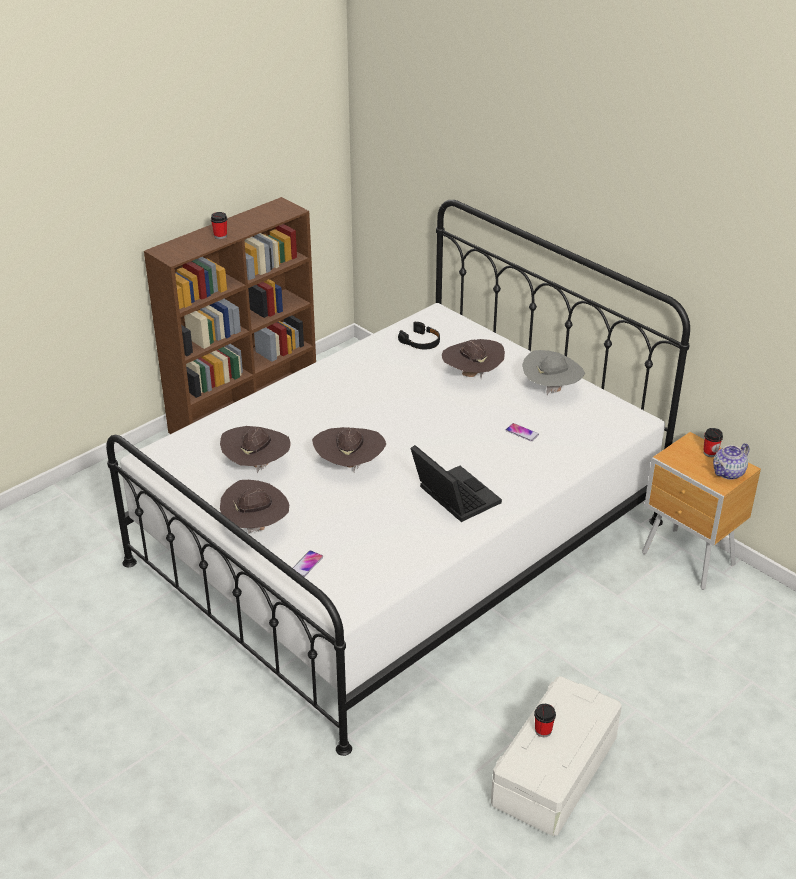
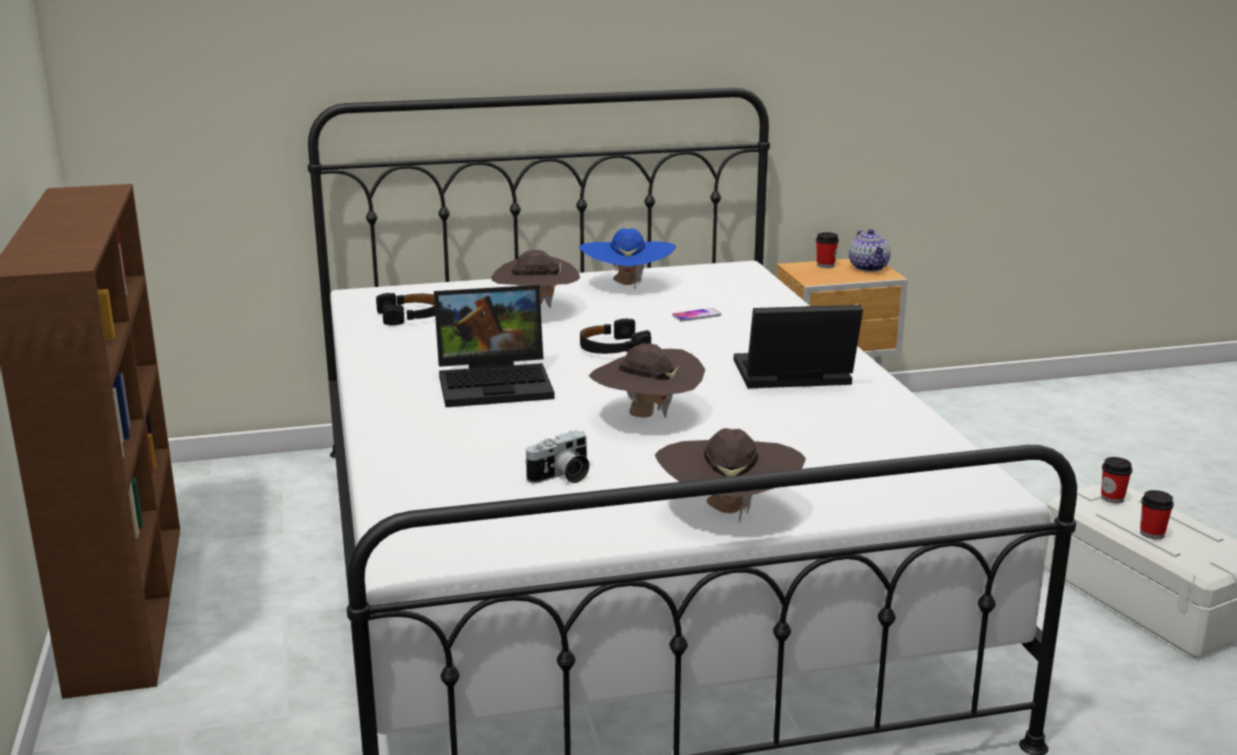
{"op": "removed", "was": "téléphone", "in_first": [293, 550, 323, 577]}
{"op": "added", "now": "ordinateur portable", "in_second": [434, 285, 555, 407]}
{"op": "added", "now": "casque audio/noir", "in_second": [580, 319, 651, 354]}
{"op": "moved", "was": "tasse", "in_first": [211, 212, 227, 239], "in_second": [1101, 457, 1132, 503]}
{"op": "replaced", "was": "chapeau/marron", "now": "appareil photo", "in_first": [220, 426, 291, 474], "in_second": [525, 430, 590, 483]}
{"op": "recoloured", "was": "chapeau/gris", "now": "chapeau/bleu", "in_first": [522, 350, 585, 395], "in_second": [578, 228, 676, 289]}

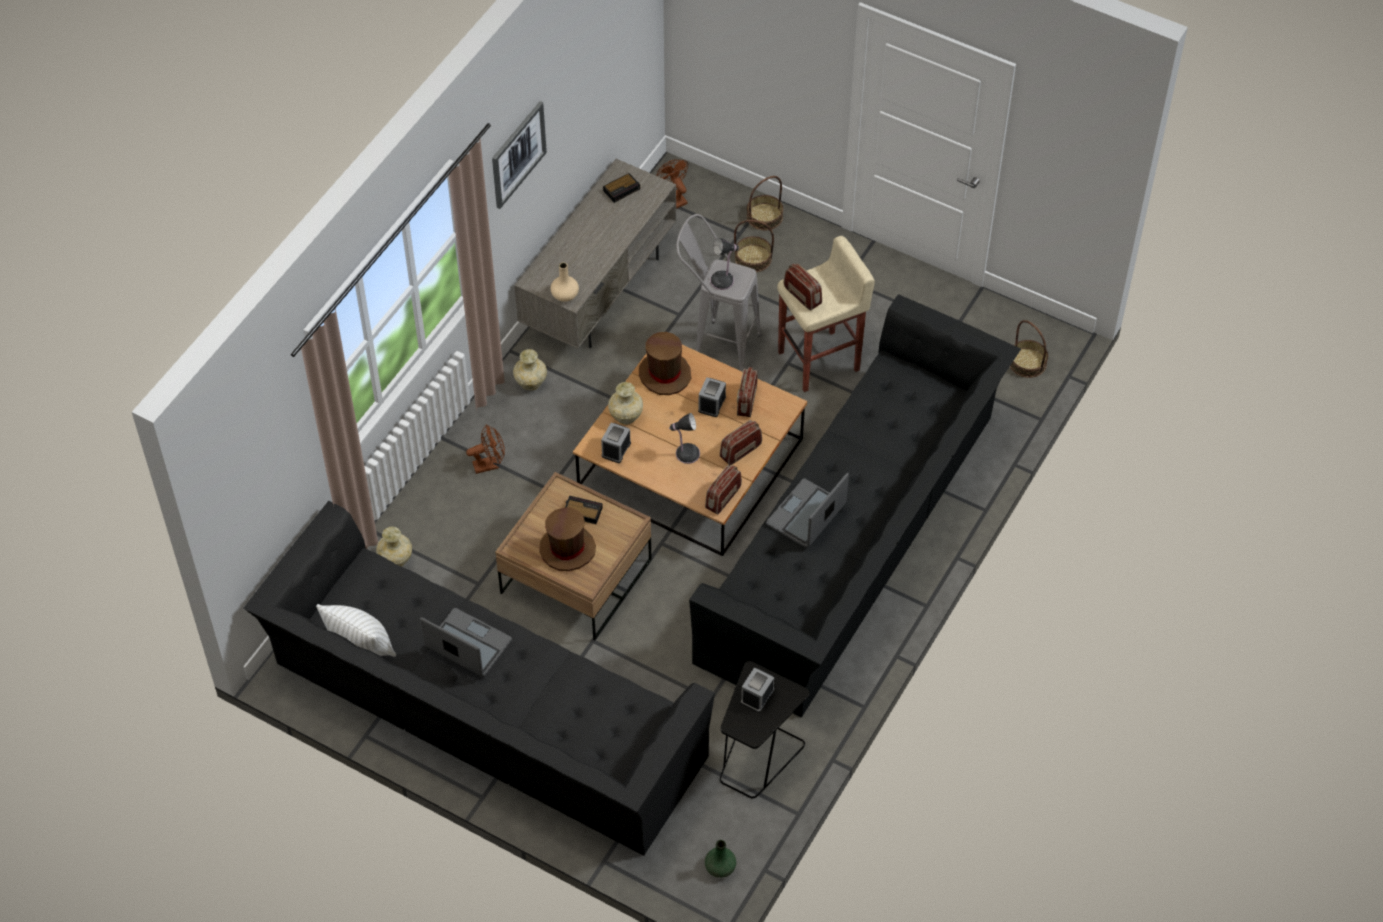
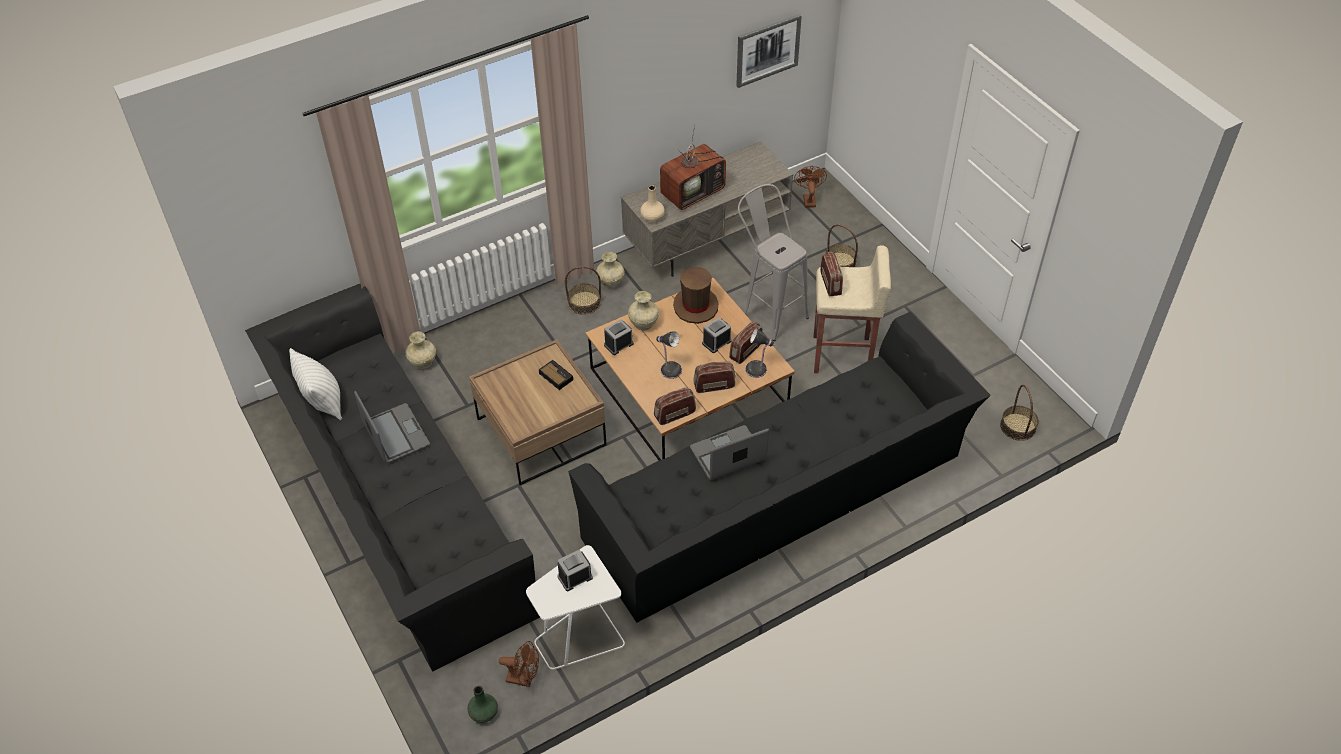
{"op": "removed", "was": "chapeau/marron", "in_first": [540, 507, 596, 571]}
{"op": "removed", "was": "réveil", "in_first": [603, 173, 640, 203]}
{"op": "added", "now": "téléviseur", "in_second": [660, 126, 726, 210]}
{"op": "moved", "was": "ventilateur/marron", "in_first": [466, 424, 505, 474], "in_second": [499, 641, 539, 687]}
{"op": "moved", "was": "tableau", "in_first": [492, 101, 547, 209], "in_second": [736, 14, 802, 88]}
{"op": "moved", "was": "lampe de table", "in_first": [710, 238, 739, 290], "in_second": [745, 328, 775, 378]}
{"op": "moved", "was": "panier", "in_first": [747, 176, 783, 231], "in_second": [565, 266, 601, 315]}
{"op": "recoloured", "was": "table d'appoint/noir", "now": "table d'appoint/blanc", "in_first": [720, 661, 810, 798], "in_second": [526, 545, 625, 670]}

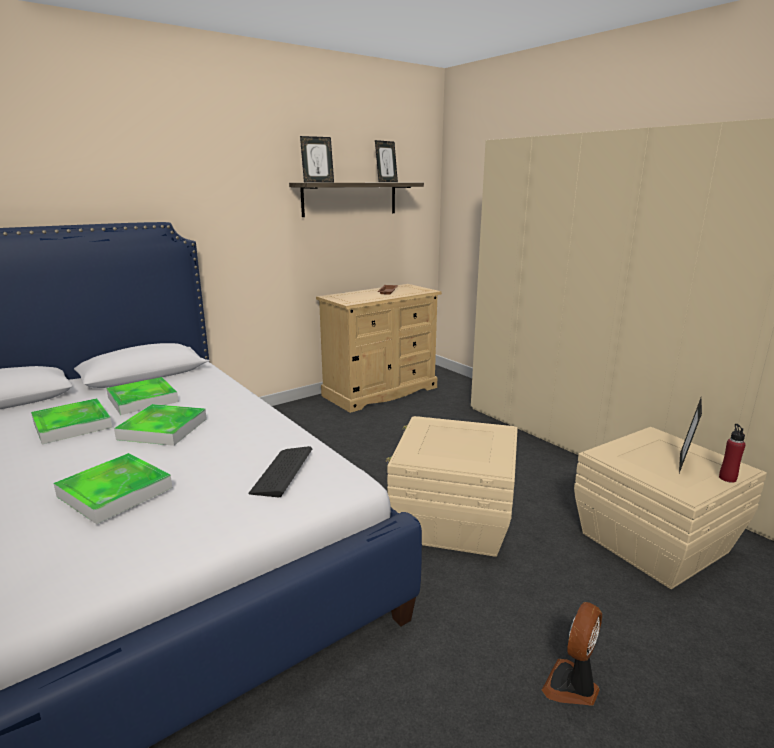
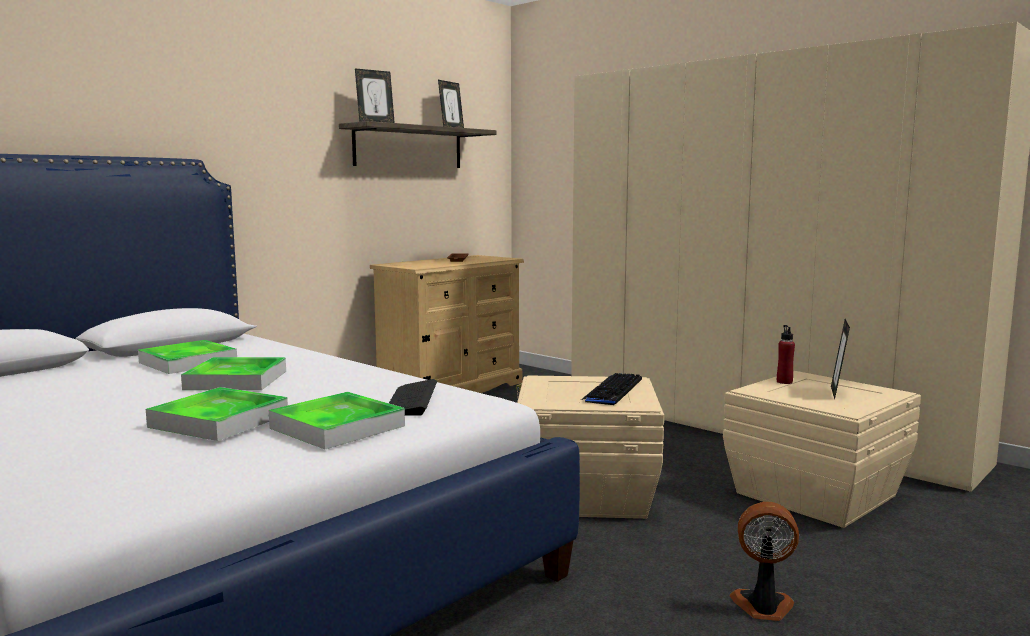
{"op": "added", "now": "clavier", "in_second": [581, 373, 642, 405]}
{"op": "moved", "was": "plateau", "in_first": [31, 398, 112, 445], "in_second": [269, 392, 405, 449]}
{"op": "moved", "was": "bouteille/rouge", "in_first": [719, 424, 746, 483], "in_second": [777, 325, 795, 384]}
{"op": "turned", "was": "ventilateur", "in_first": [542, 602, 602, 706], "in_second": [730, 502, 799, 621], "clockwise": 75}

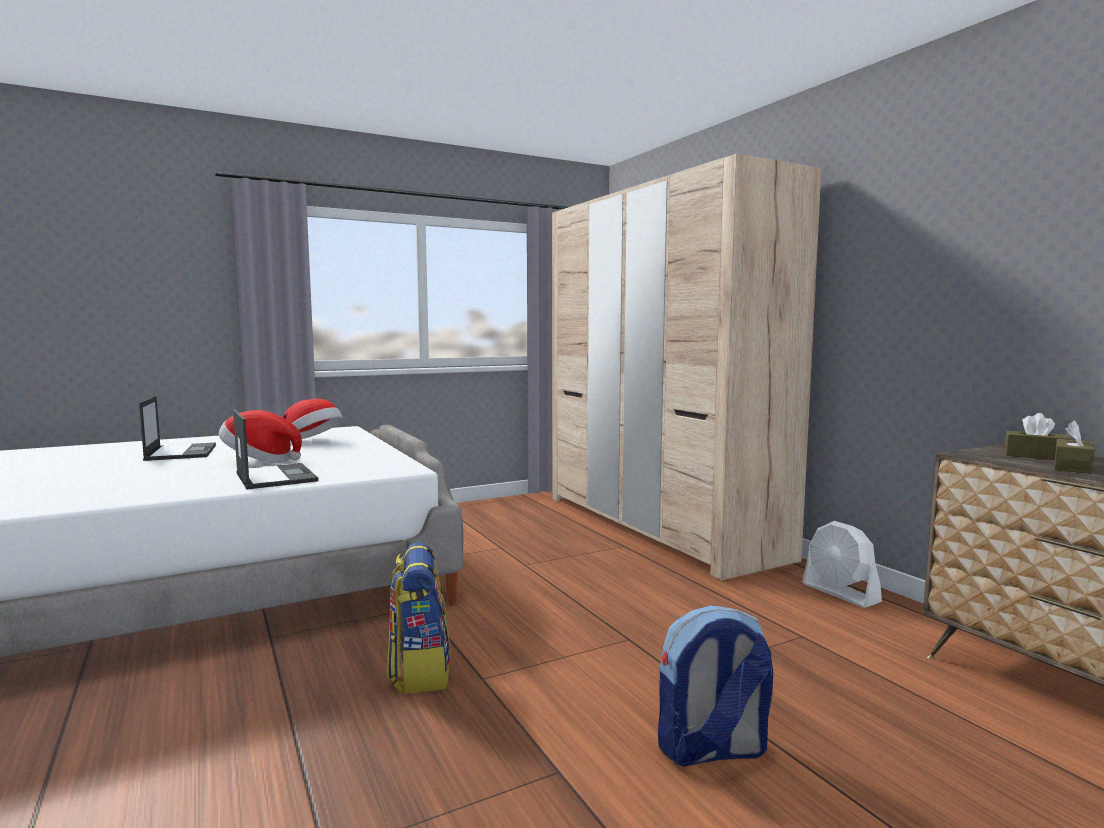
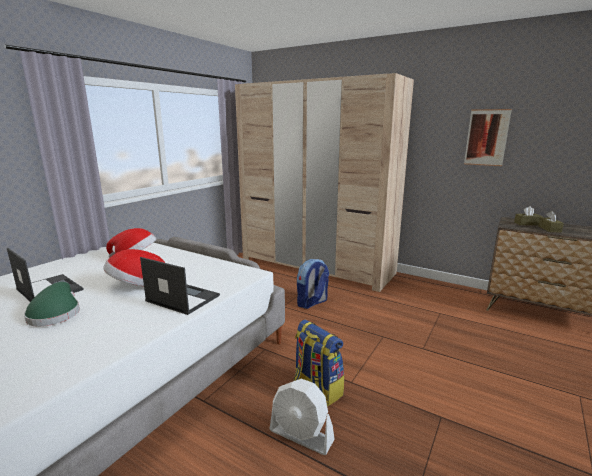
{"op": "added", "now": "chapeau/vert", "in_second": [24, 282, 80, 326]}
{"op": "added", "now": "tableau", "in_second": [464, 109, 512, 166]}
{"op": "moved", "was": "sac à dos", "in_first": [658, 605, 773, 767], "in_second": [297, 259, 329, 309]}
{"op": "moved", "was": "ventilateur/blanc", "in_first": [802, 521, 882, 608], "in_second": [270, 379, 335, 455]}

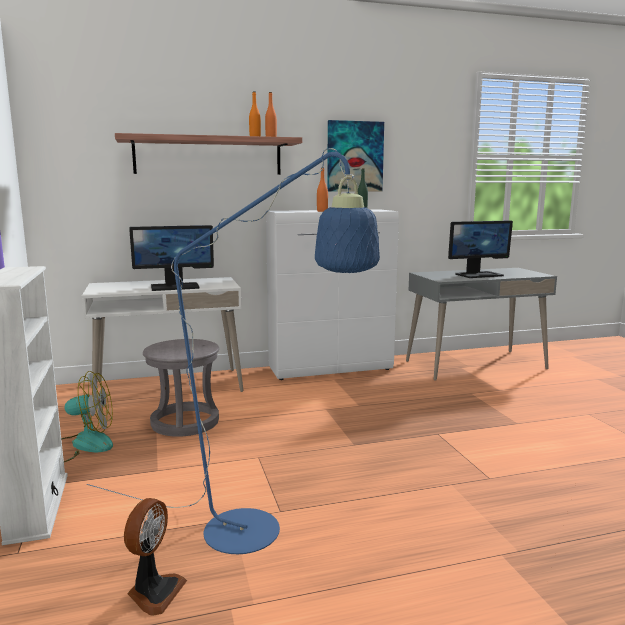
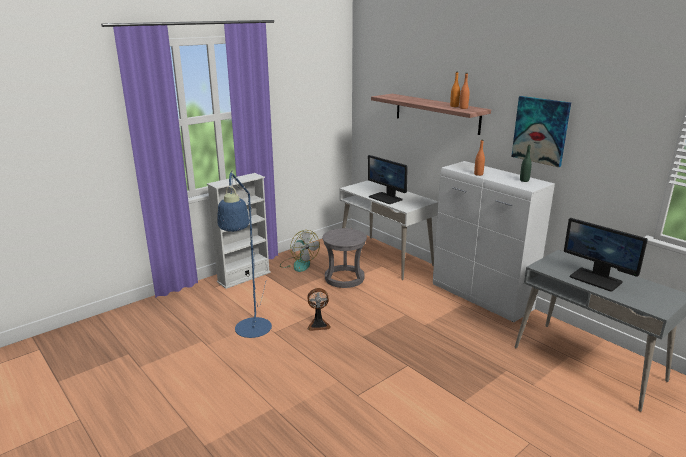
{"op": "moved", "was": "ventilateur", "in_first": [124, 498, 187, 616], "in_second": [307, 288, 331, 331]}

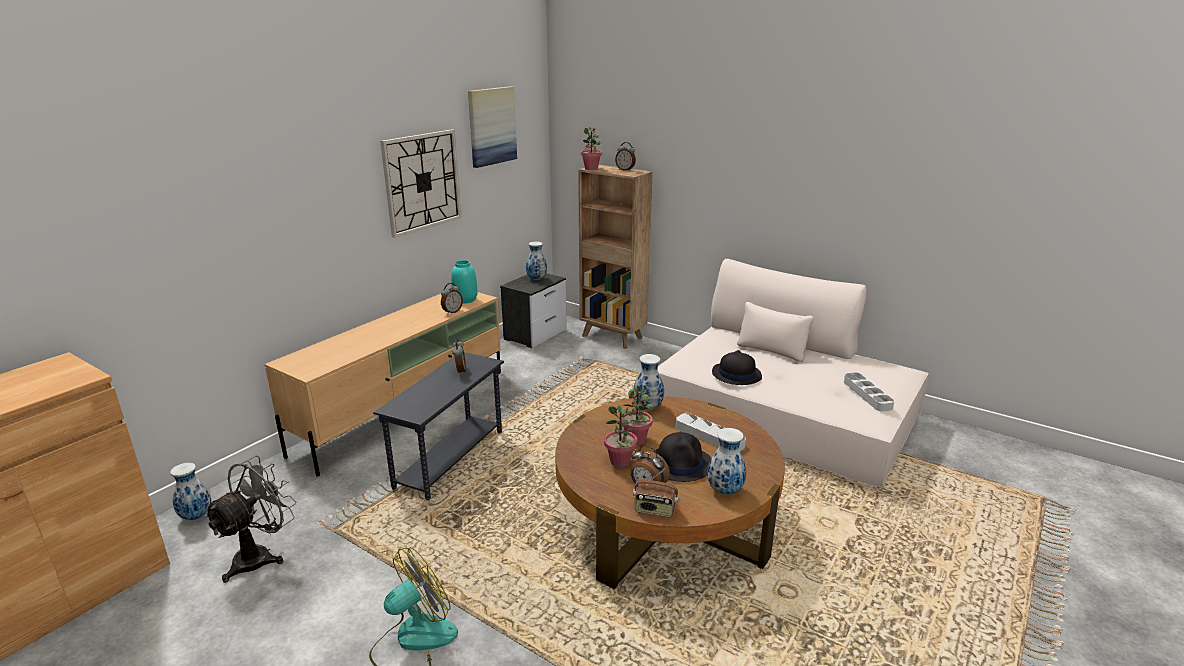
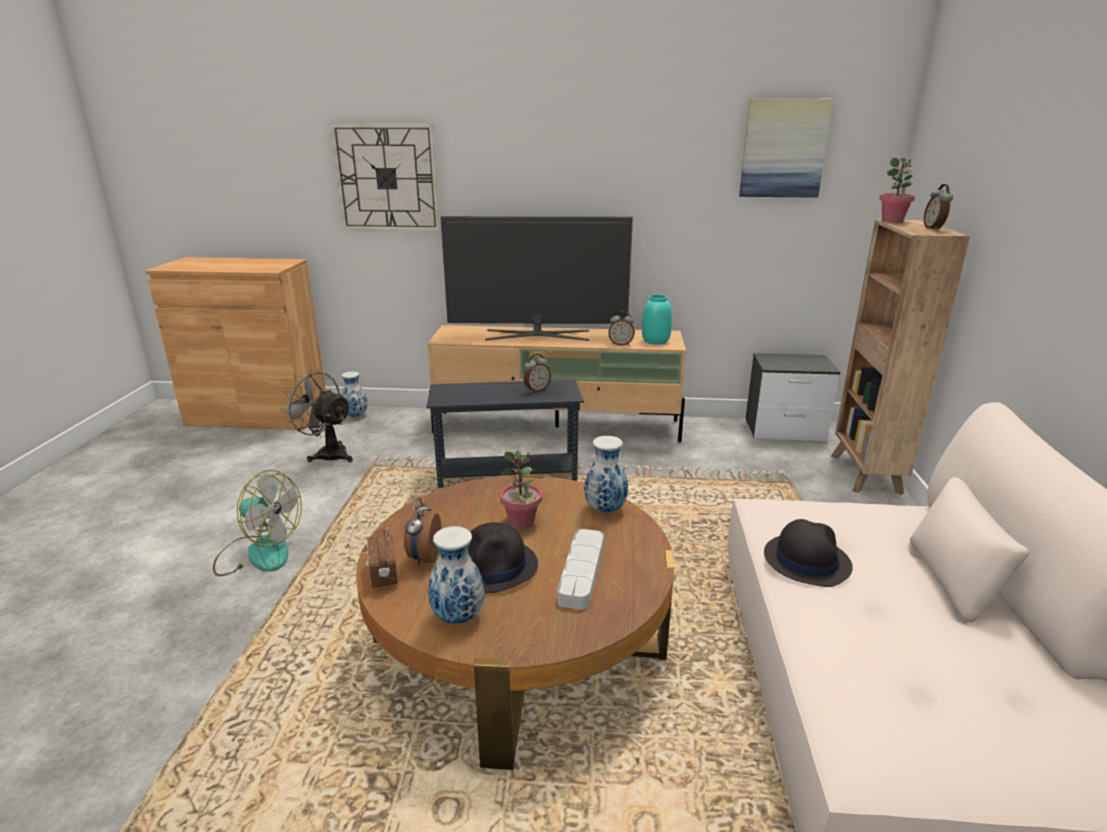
{"op": "removed", "was": "vase", "in_first": [526, 242, 547, 280]}
{"op": "removed", "was": "plante en pot", "in_first": [604, 405, 637, 467]}
{"op": "removed", "was": "plateau/gris", "in_first": [844, 372, 894, 412]}
{"op": "added", "now": "téléviseur", "in_second": [441, 216, 633, 341]}
{"op": "moved", "was": "horloge murale", "in_first": [380, 129, 462, 238], "in_second": [330, 124, 440, 232]}
{"op": "turned", "was": "ventilateur/gris", "in_first": [204, 456, 296, 583], "in_second": [280, 370, 353, 462], "clockwise": -150}

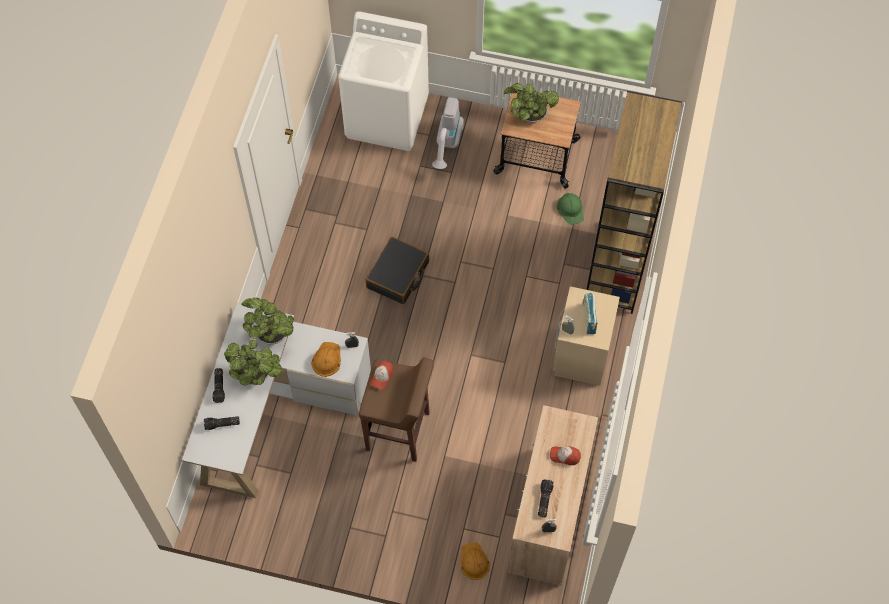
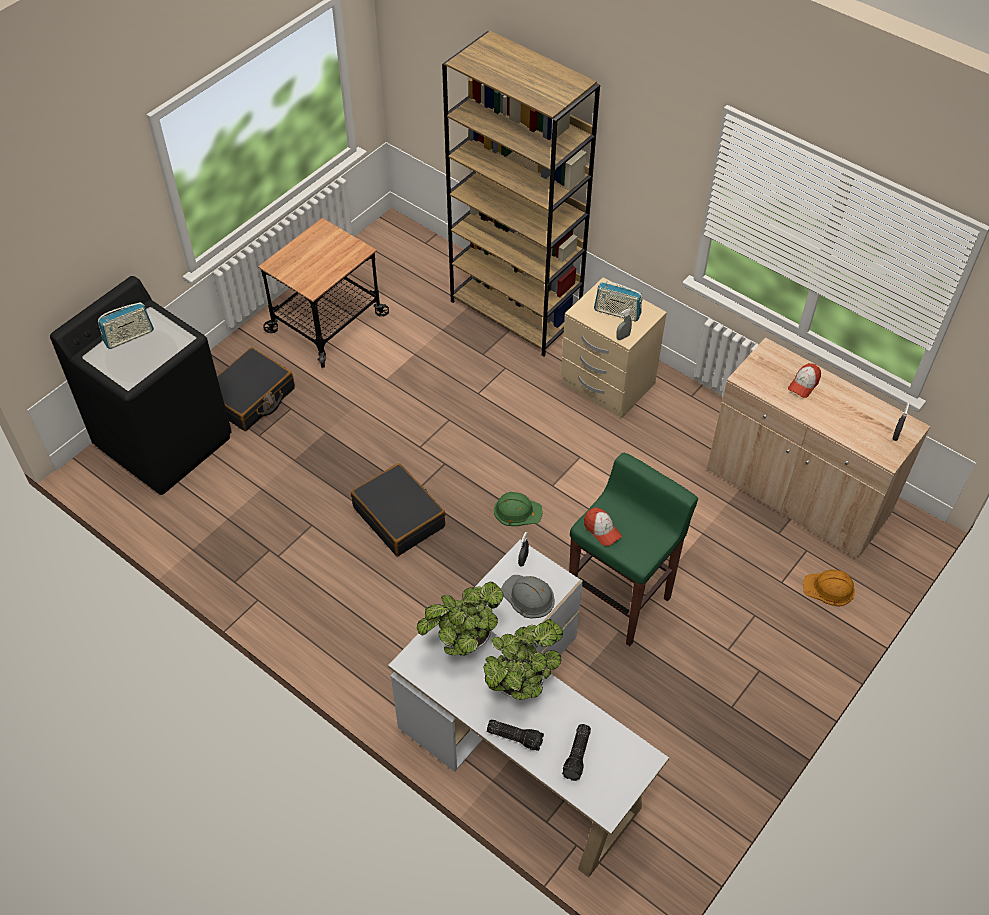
{"op": "removed", "was": "plante en pot", "in_first": [504, 83, 559, 123]}
{"op": "removed", "was": "lampe de poche", "in_first": [538, 479, 554, 517]}
{"op": "added", "now": "radio", "in_second": [98, 302, 154, 349]}
{"op": "moved", "was": "casque de chantier/vert", "in_first": [556, 193, 584, 225], "in_second": [494, 492, 543, 526]}
{"op": "replaced", "was": "aspirateur", "now": "valise/noir", "in_first": [432, 97, 464, 169], "in_second": [217, 348, 295, 431]}
{"op": "recoloured", "was": "casque de chantier/orange", "now": "casque de chantier/gris", "in_first": [311, 342, 341, 377], "in_second": [501, 575, 555, 619]}
{"op": "recoloured", "was": "lave-linge/blanc", "now": "lave-linge/noir", "in_first": [338, 11, 429, 151], "in_second": [50, 276, 231, 495]}
{"op": "recoloured", "was": "tabouret/marron", "now": "tabouret/vert", "in_first": [359, 357, 434, 462], "in_second": [569, 453, 698, 646]}

